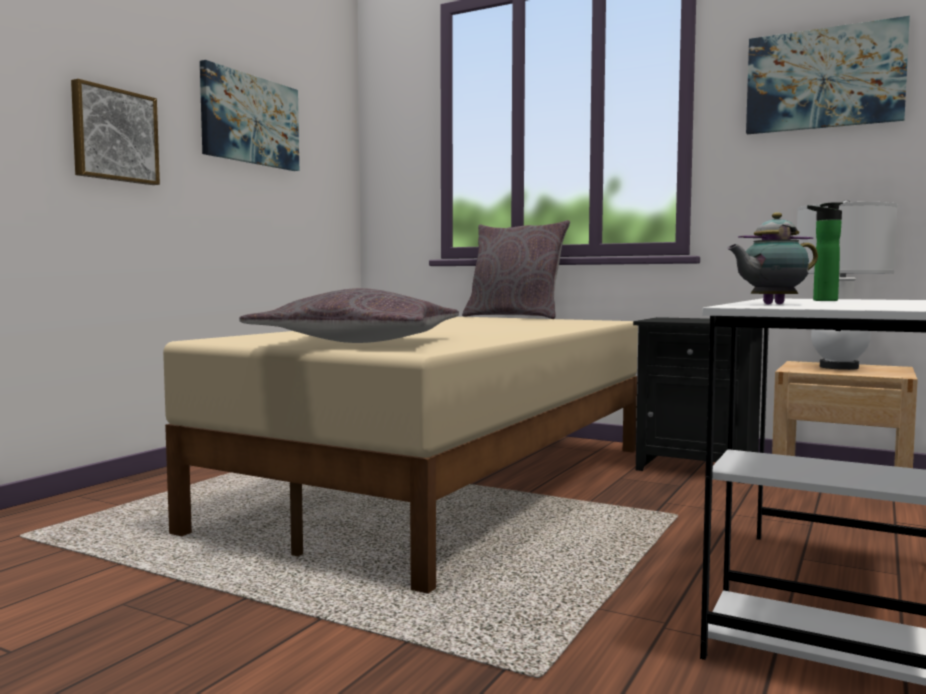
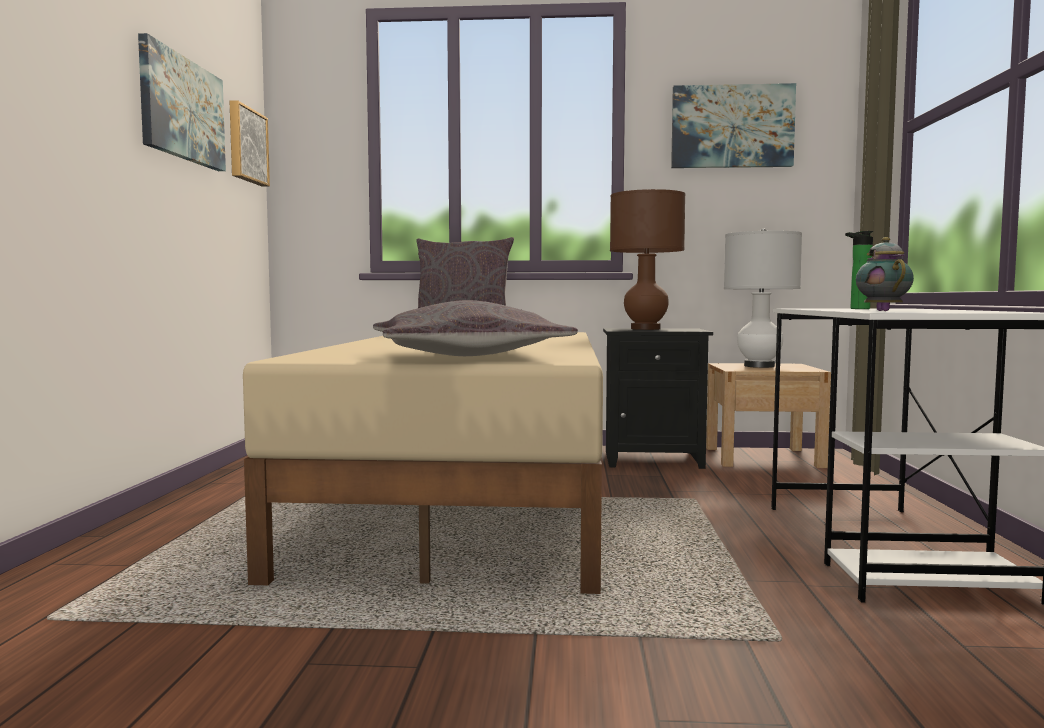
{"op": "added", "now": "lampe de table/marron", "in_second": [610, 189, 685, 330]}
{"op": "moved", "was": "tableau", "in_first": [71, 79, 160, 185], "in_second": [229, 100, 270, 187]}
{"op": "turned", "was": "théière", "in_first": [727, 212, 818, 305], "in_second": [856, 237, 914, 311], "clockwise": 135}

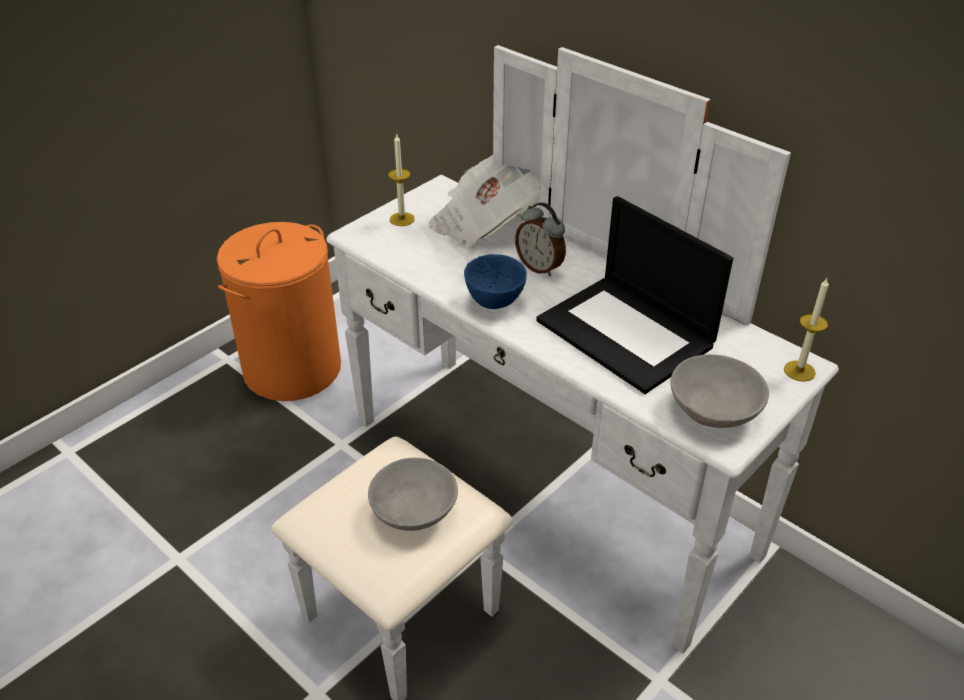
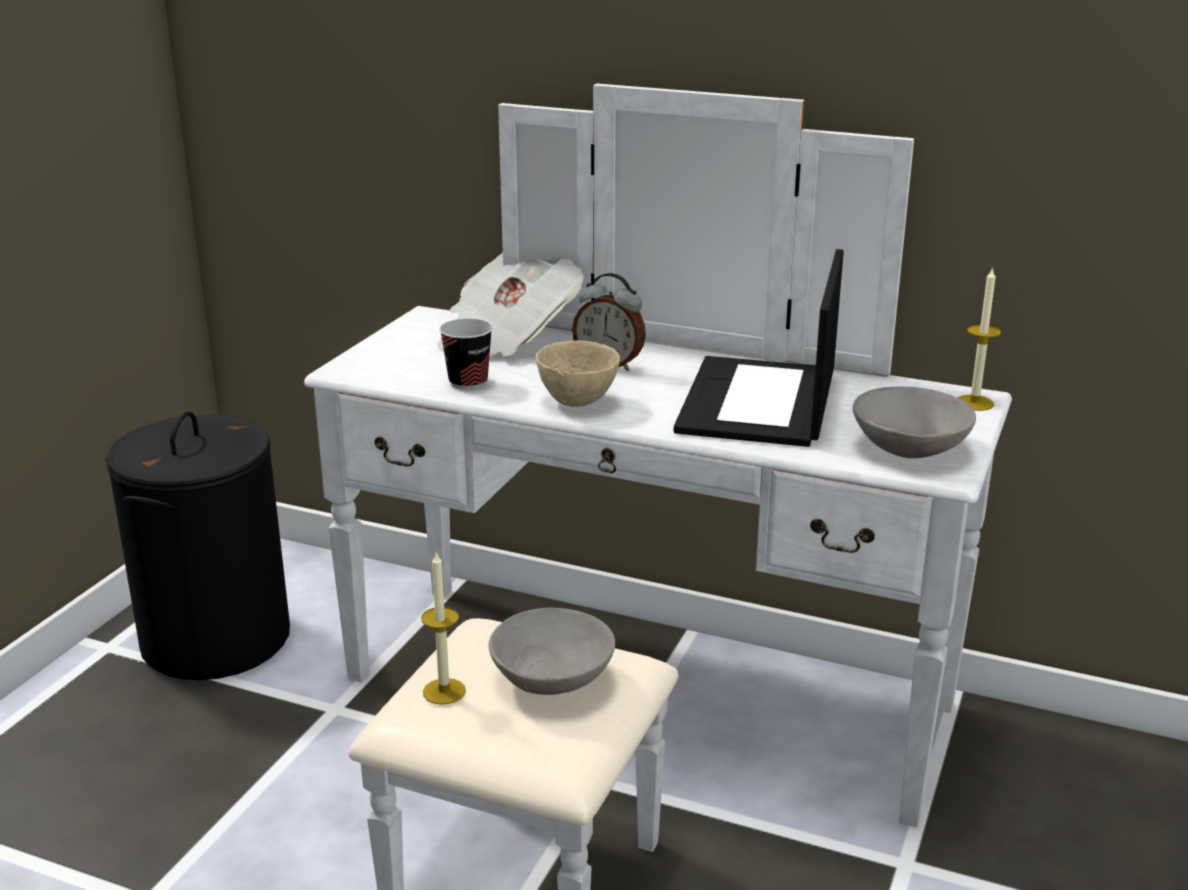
{"op": "added", "now": "tasse", "in_second": [439, 319, 493, 390]}
{"op": "moved", "was": "bougie", "in_first": [388, 133, 415, 226], "in_second": [421, 551, 466, 705]}
{"op": "recoloured", "was": "panier à linge/orange", "now": "panier à linge/noir", "in_first": [217, 222, 341, 401], "in_second": [106, 411, 290, 680]}
{"op": "recoloured", "was": "bol/bleu", "now": "bol/beige", "in_first": [464, 254, 527, 309], "in_second": [536, 341, 620, 407]}
{"op": "turned", "was": "ordinateur portable", "in_first": [536, 196, 733, 394], "in_second": [674, 249, 844, 447], "clockwise": 75}

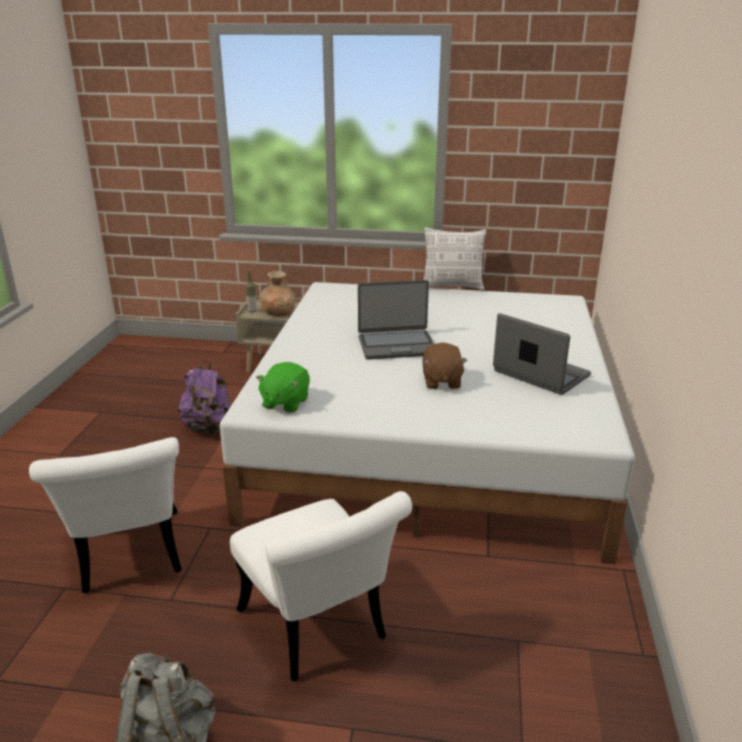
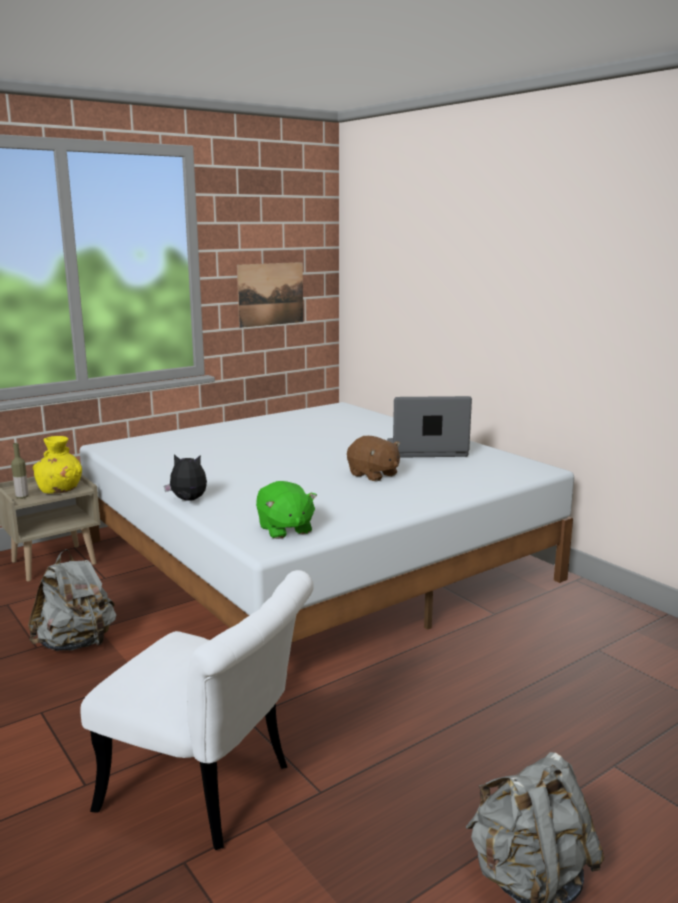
{"op": "removed", "was": "chaise/blanc", "in_first": [230, 491, 412, 681]}
{"op": "removed", "was": "ordinateur portable", "in_first": [358, 280, 434, 360]}
{"op": "removed", "was": "coussin", "in_first": [424, 227, 486, 290]}
{"op": "added", "now": "peluche", "in_second": [164, 454, 207, 501]}
{"op": "added", "now": "tableau", "in_second": [237, 262, 303, 328]}
{"op": "recoloured", "was": "sac à dos/violet", "now": "sac à dos/gris", "in_first": [178, 361, 231, 435], "in_second": [28, 549, 116, 651]}
{"op": "recoloured", "was": "vase/marron", "now": "vase/jaune", "in_first": [260, 271, 296, 316], "in_second": [33, 436, 82, 494]}

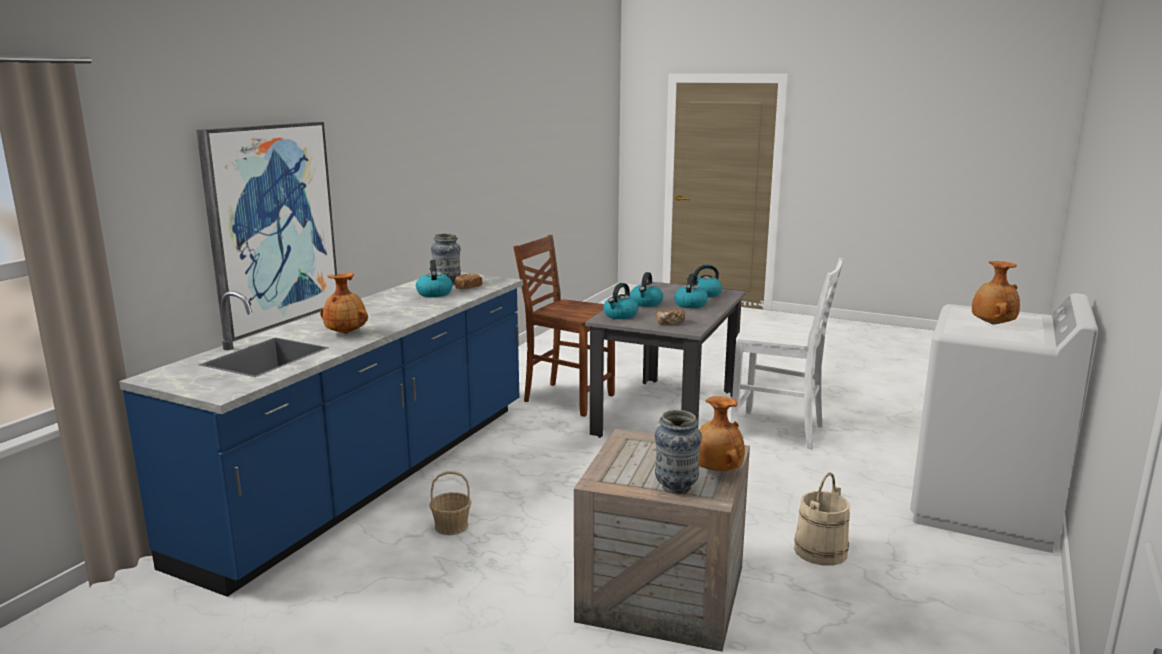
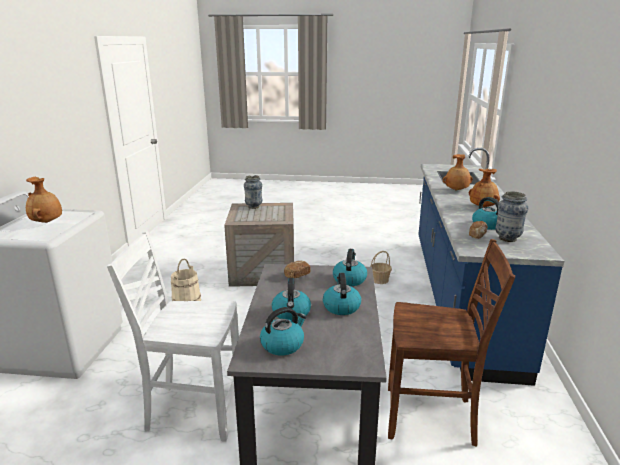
{"op": "removed", "was": "tableau", "in_first": [196, 122, 337, 341]}
{"op": "moved", "was": "vase/marron", "in_first": [698, 396, 745, 471], "in_second": [469, 169, 500, 207]}

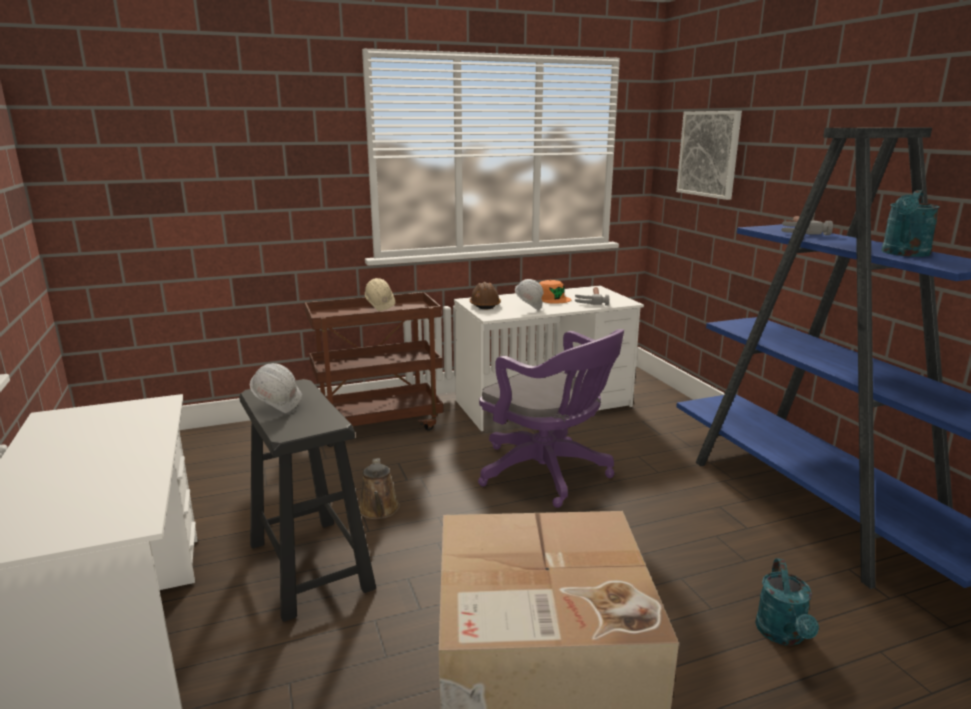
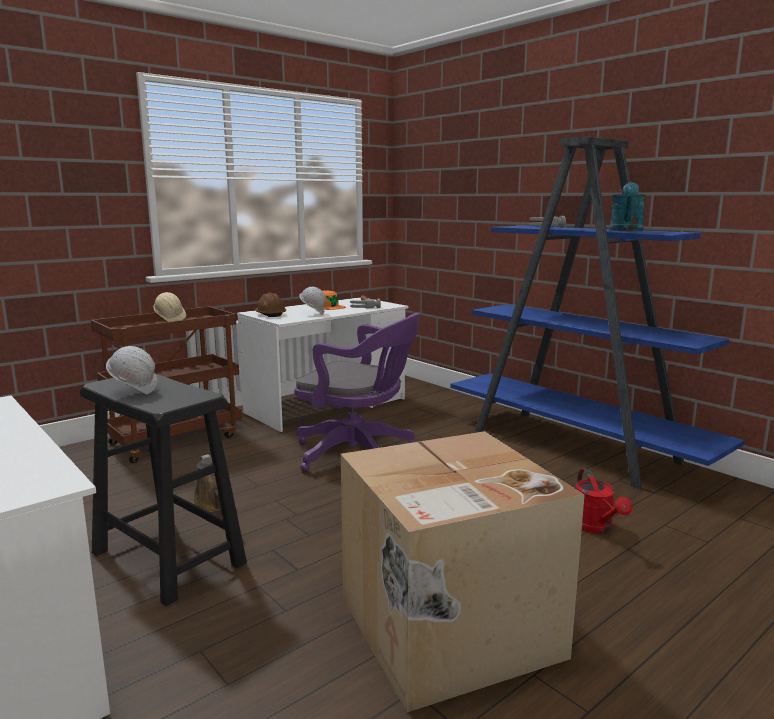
{"op": "removed", "was": "tableau", "in_first": [676, 111, 742, 200]}
{"op": "recoloured", "was": "arrosoir/turquoise", "now": "arrosoir/rouge", "in_first": [755, 558, 819, 646], "in_second": [576, 469, 632, 534]}

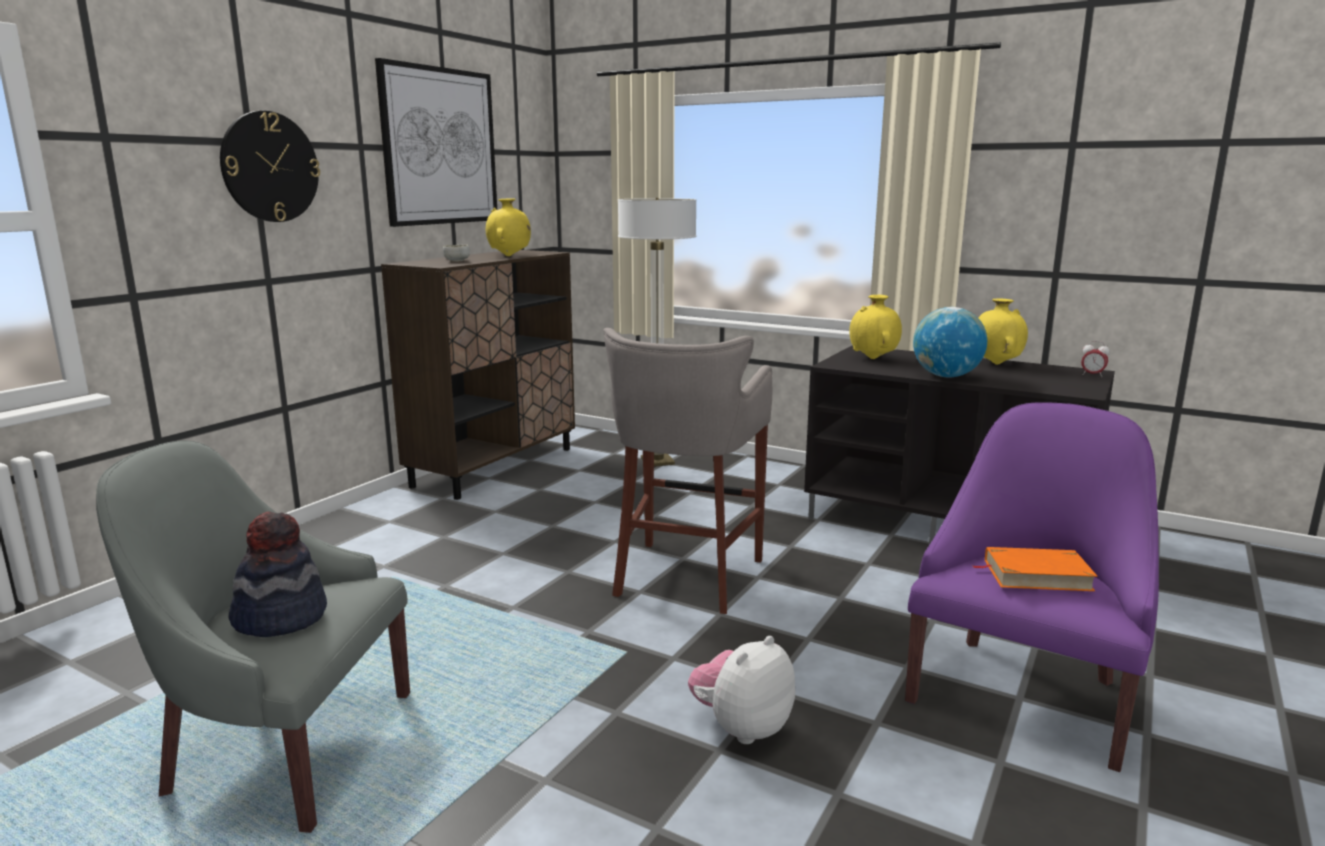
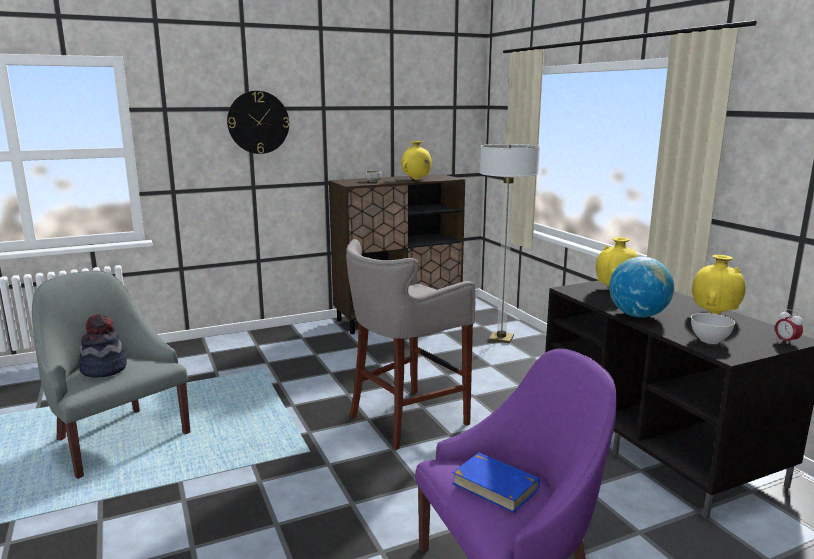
{"op": "removed", "was": "tableau", "in_first": [375, 58, 497, 227]}
{"op": "removed", "was": "peluche", "in_first": [688, 636, 795, 744]}
{"op": "added", "now": "bol/gris", "in_second": [691, 313, 735, 344]}
{"op": "recoloured", "was": "livre/orange", "now": "livre/bleu", "in_first": [973, 547, 1097, 591], "in_second": [452, 453, 540, 513]}

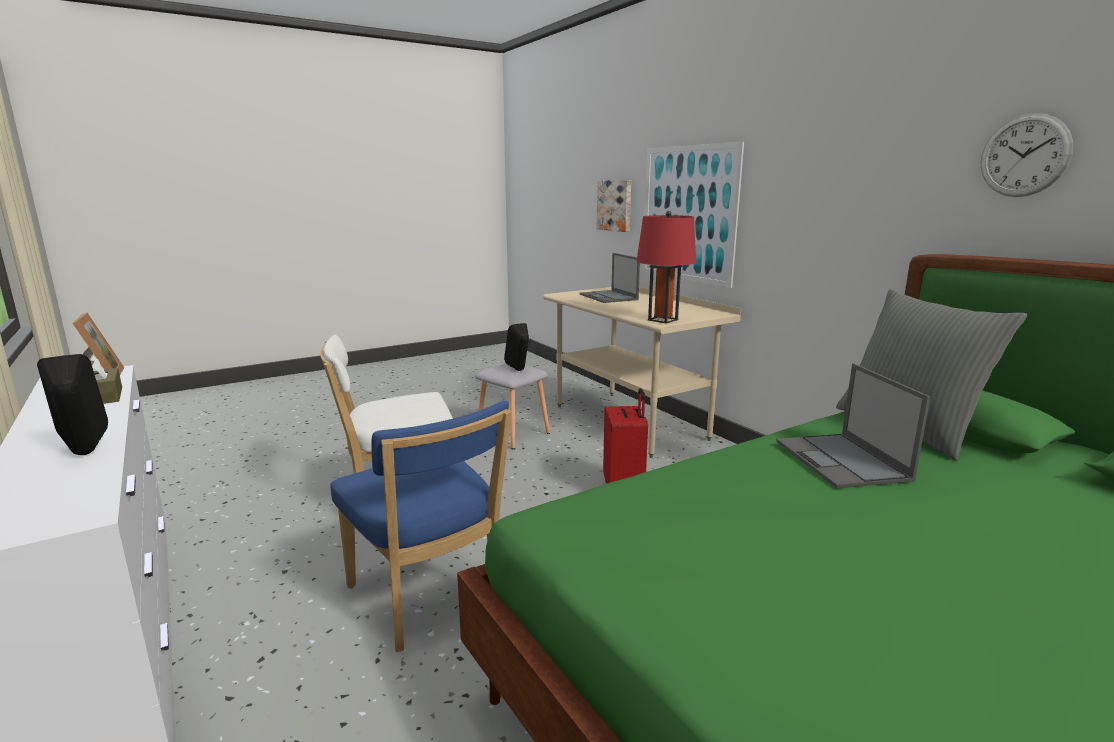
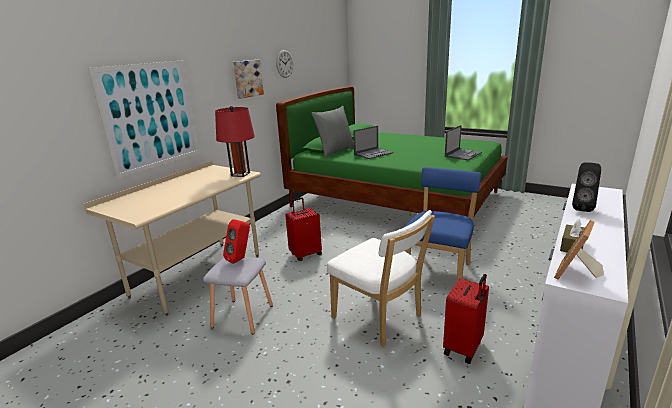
{"op": "added", "now": "valise/rouge", "in_second": [443, 274, 489, 364]}
{"op": "moved", "was": "ordinateur portable", "in_first": [579, 253, 640, 303], "in_second": [445, 125, 482, 160]}
{"op": "moved", "was": "tableau", "in_first": [597, 180, 631, 232], "in_second": [233, 60, 264, 99]}
{"op": "recoloured", "was": "enceinte/noir", "now": "enceinte/rouge", "in_first": [504, 323, 529, 371], "in_second": [223, 219, 250, 264]}

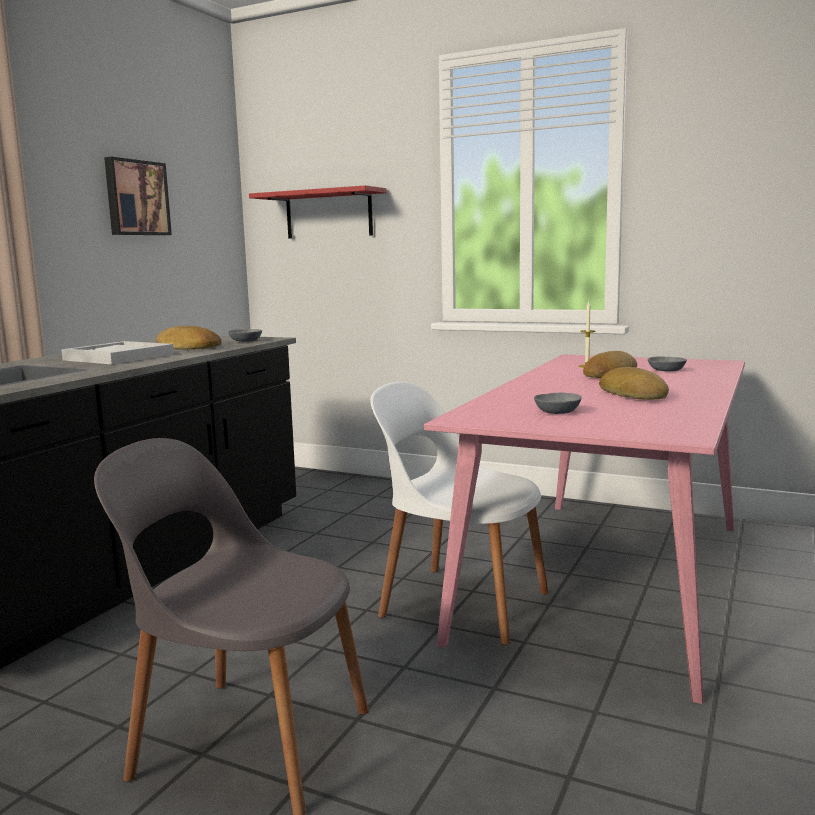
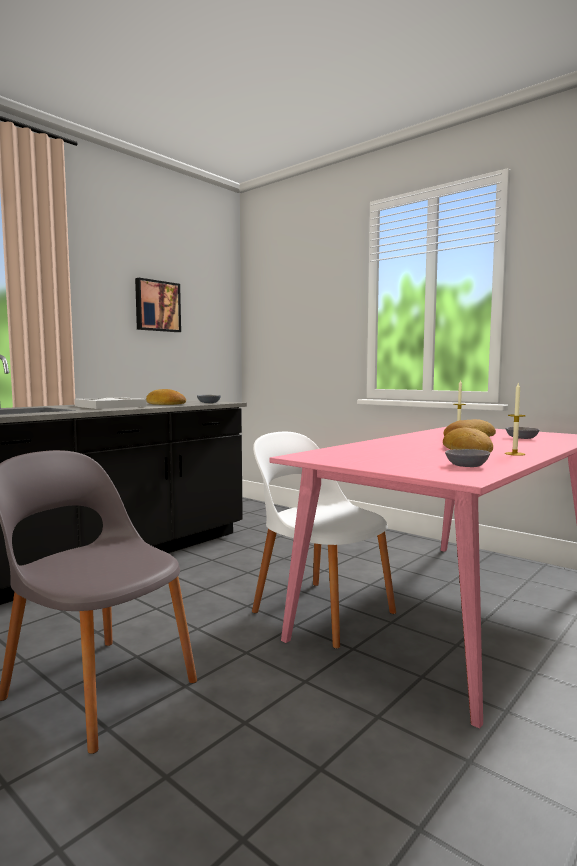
{"op": "removed", "was": "étagère/rouge", "in_first": [249, 185, 387, 239]}
{"op": "added", "now": "bougie", "in_second": [505, 383, 526, 456]}
{"op": "moved", "was": "bol/gris", "in_first": [534, 392, 582, 414], "in_second": [445, 449, 490, 467]}

